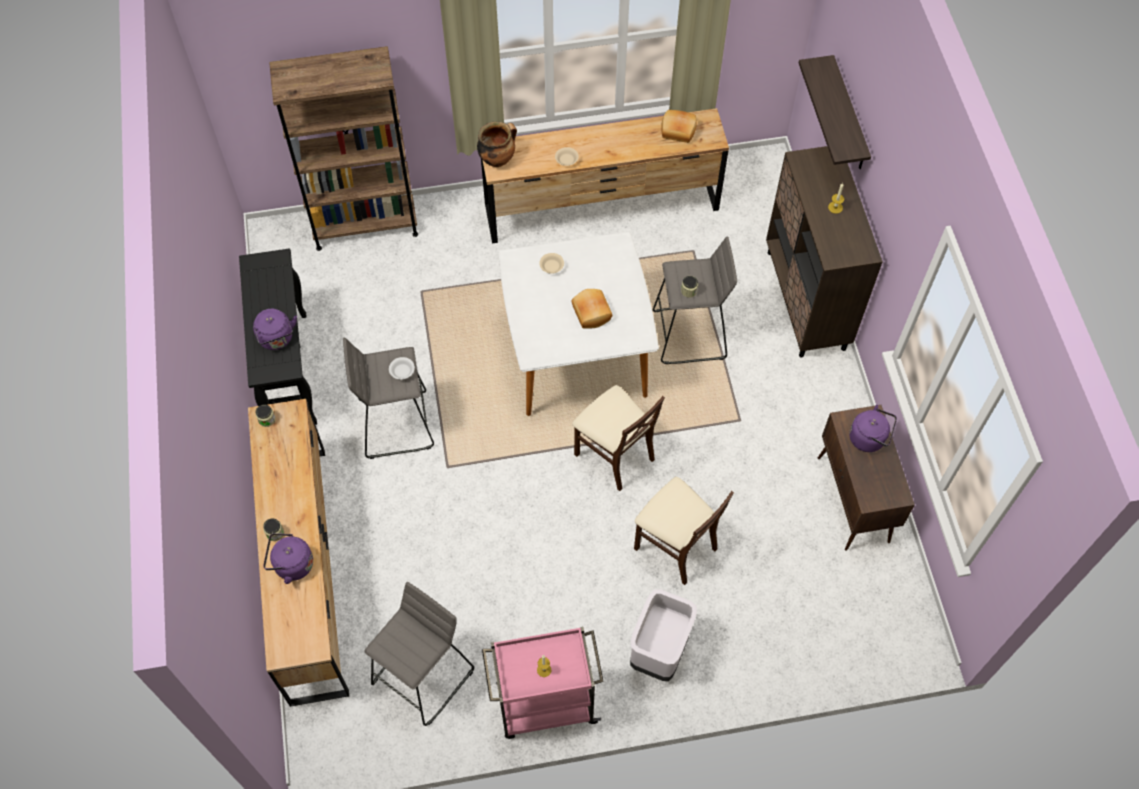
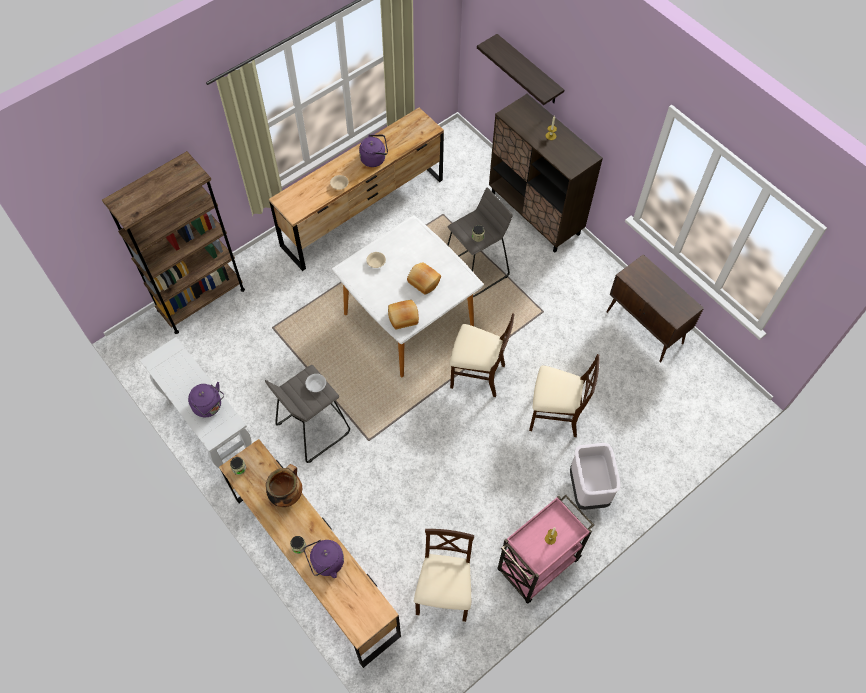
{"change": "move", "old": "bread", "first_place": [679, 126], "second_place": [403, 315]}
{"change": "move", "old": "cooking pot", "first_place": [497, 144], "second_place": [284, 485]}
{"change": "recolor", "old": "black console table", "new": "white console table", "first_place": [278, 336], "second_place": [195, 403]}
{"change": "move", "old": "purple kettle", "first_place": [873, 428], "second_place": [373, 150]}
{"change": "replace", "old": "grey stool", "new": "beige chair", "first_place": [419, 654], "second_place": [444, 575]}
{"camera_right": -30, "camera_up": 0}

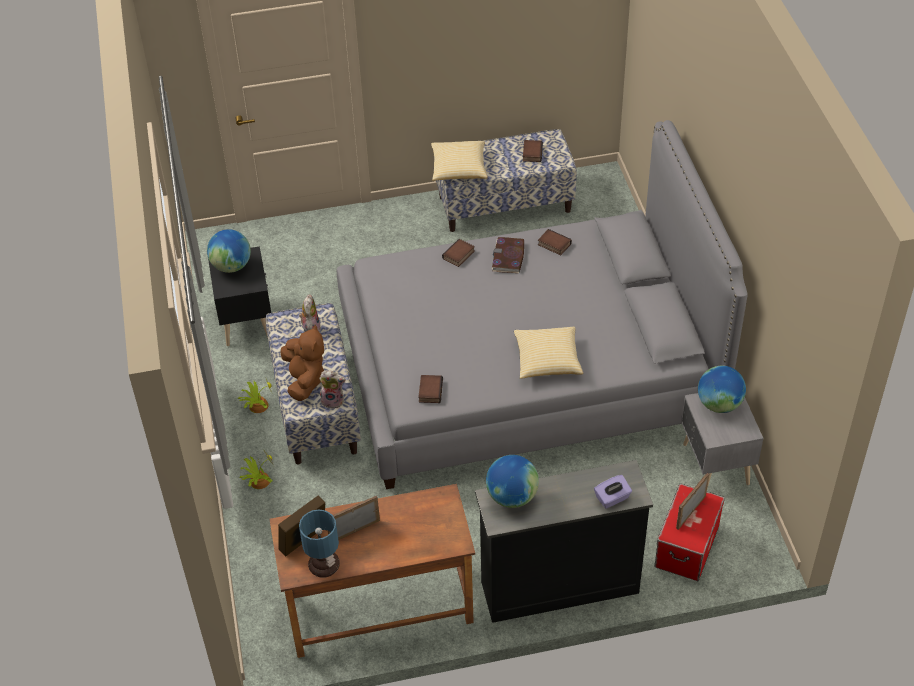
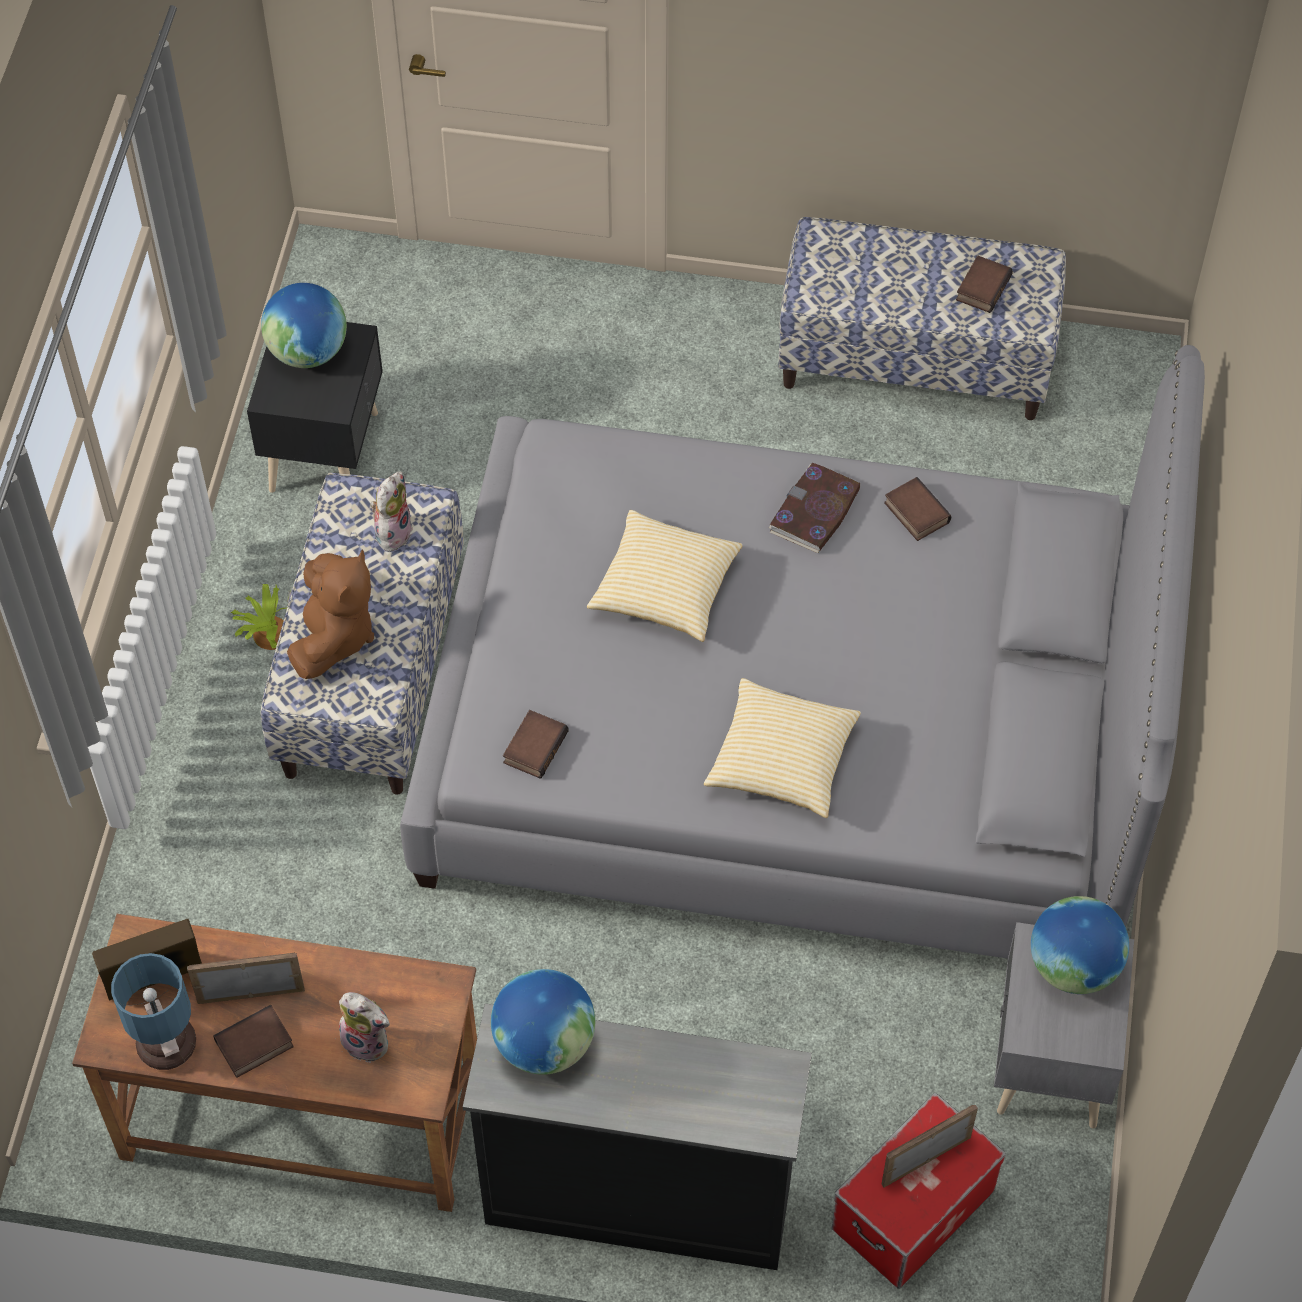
{"change": "move", "old": "pillow", "first_place": [459, 160], "second_place": [664, 576]}
{"change": "move", "old": "book", "first_place": [458, 253], "second_place": [254, 1041]}
{"change": "move", "old": "plush toy", "first_place": [332, 389], "second_place": [364, 1027]}
{"change": "delete", "old": "potted plant", "first_place": [257, 469]}
{"change": "delete", "old": "purple tissue box", "first_place": [613, 492]}
{"camera_right": 20, "camera_up": 10}

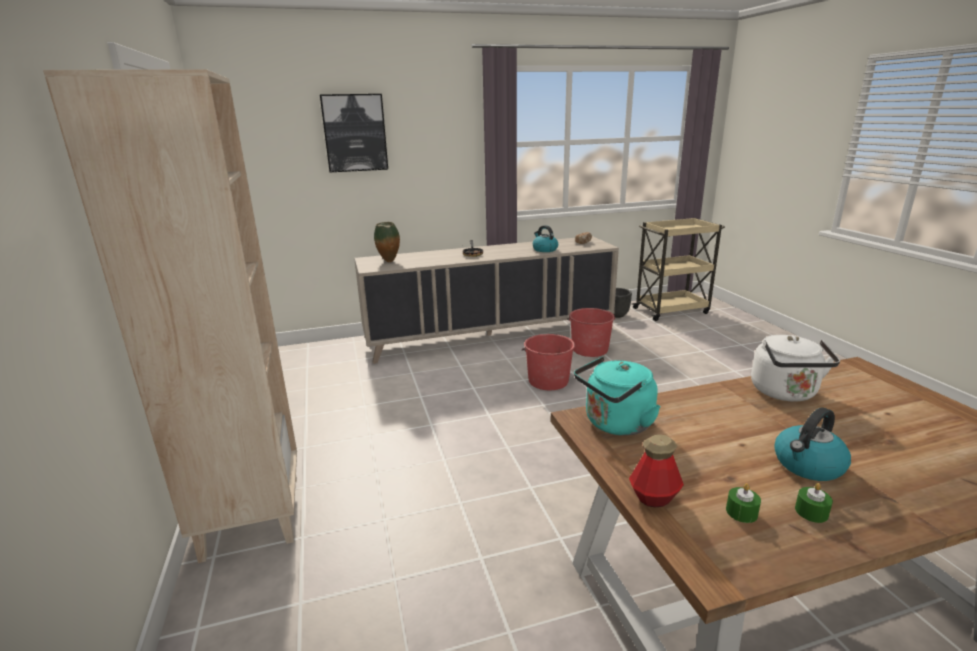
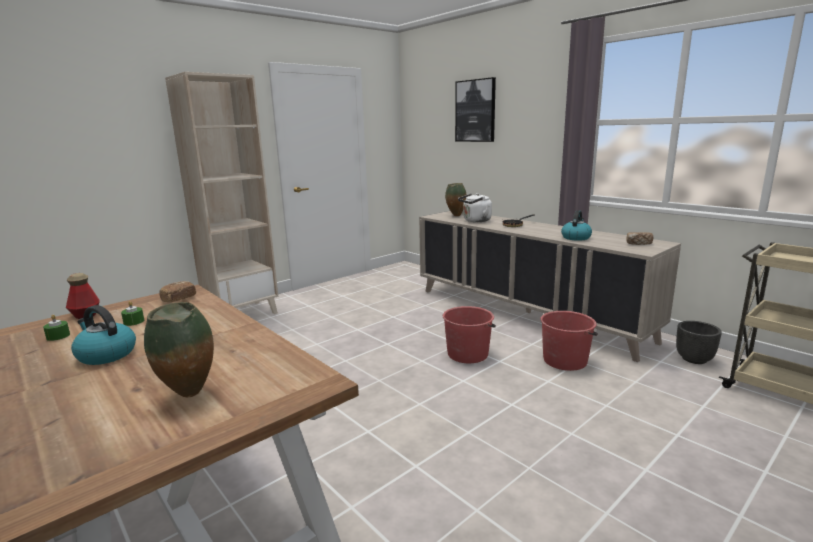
{"change": "move", "old": "white kettle", "first_place": [795, 368], "second_place": [475, 207]}
{"change": "replace", "old": "turquoise kettle", "new": "bread", "first_place": [617, 396], "second_place": [177, 291]}
{"change": "move", "old": "green candle", "first_place": [814, 503], "second_place": [132, 313]}
{"change": "insert", "new": "vase", "second_place": [179, 350]}
{"camera_right": 65, "camera_up": -5}

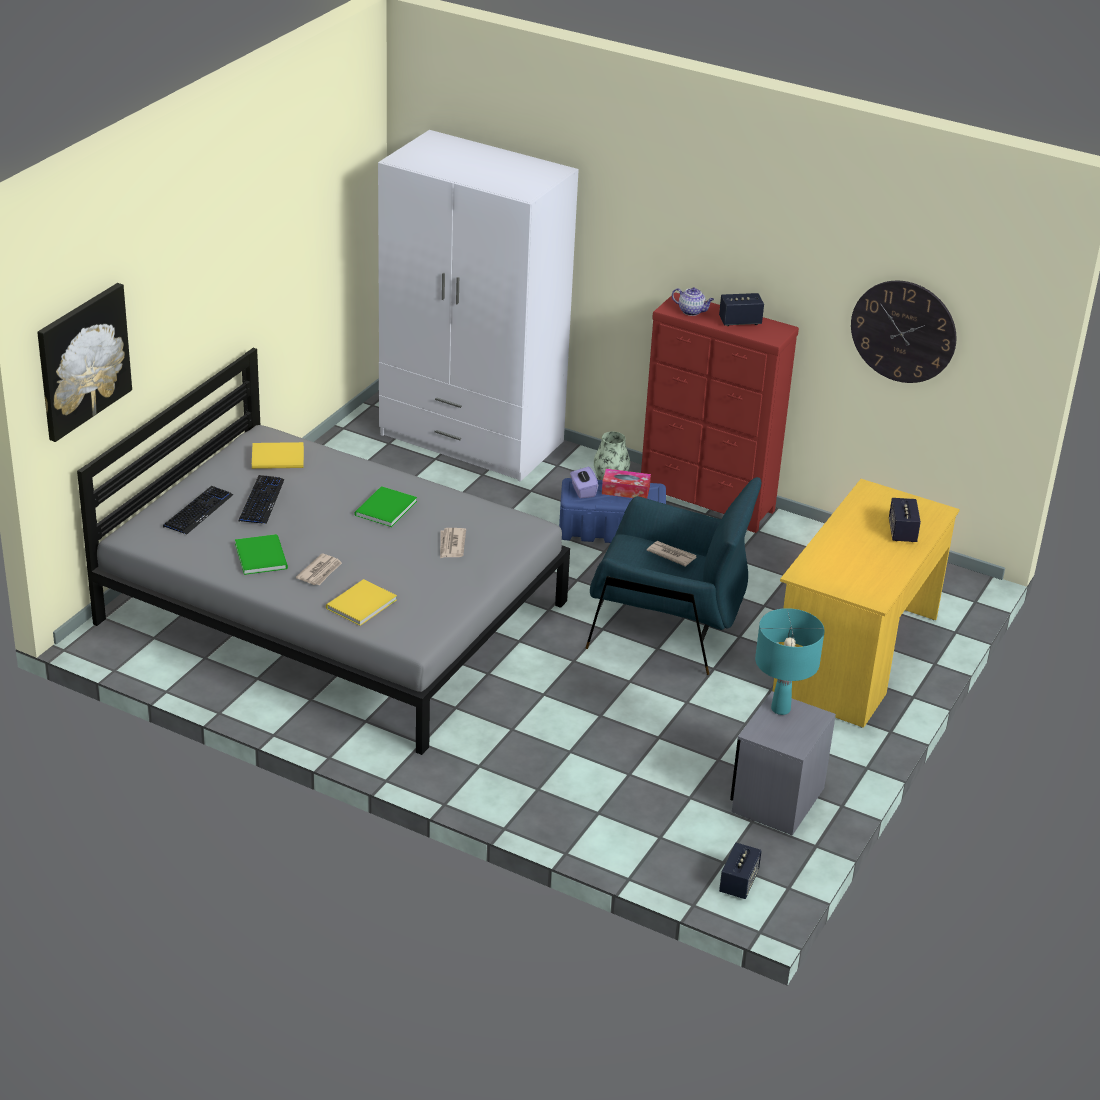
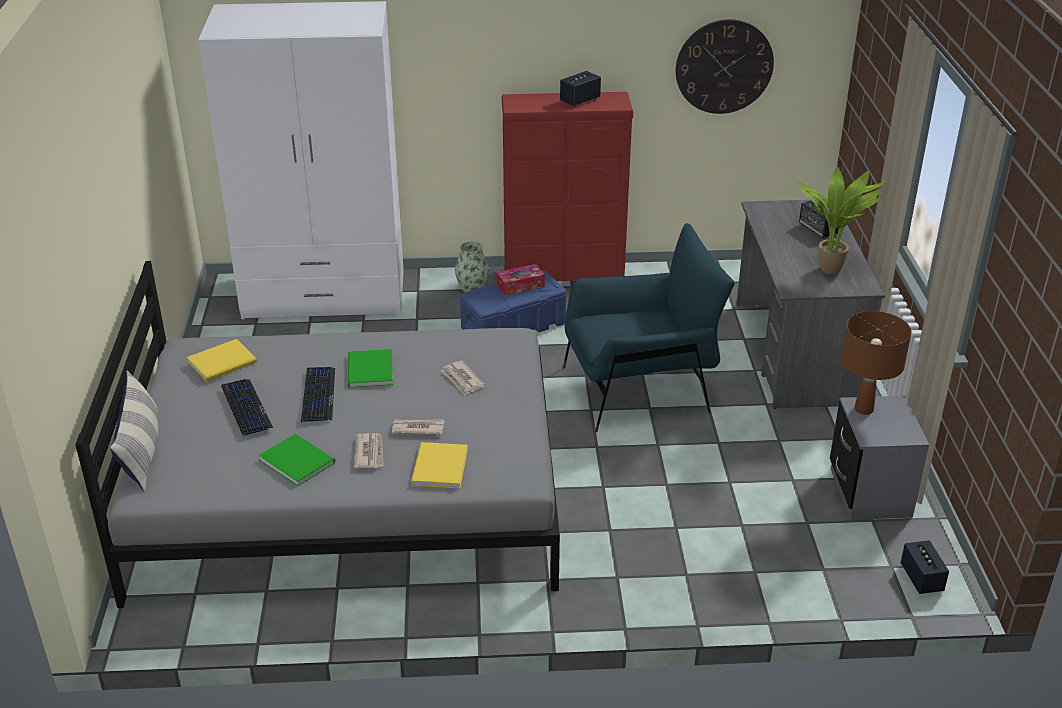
{"change": "delete", "old": "picture", "first_place": [84, 362]}
{"change": "delete", "old": "teapot", "first_place": [693, 302]}
{"change": "delete", "old": "purple tissue box", "first_place": [584, 482]}
{"change": "recolor", "old": "yellow desk", "new": "grey desk", "first_place": [866, 603], "second_place": [810, 304]}
{"change": "move", "old": "keyboard", "first_place": [198, 510], "second_place": [318, 394]}
{"change": "move", "old": "newspaper", "first_place": [672, 554], "second_place": [418, 427]}
{"change": "recolor", "old": "turquoise table lamp", "new": "brown table lamp", "first_place": [790, 661], "second_place": [876, 363]}
{"change": "insert", "new": "potted plant", "second_place": [842, 220]}
{"change": "insert", "new": "pillow", "second_place": [134, 431]}
{"camera_right": -30, "camera_up": 0}

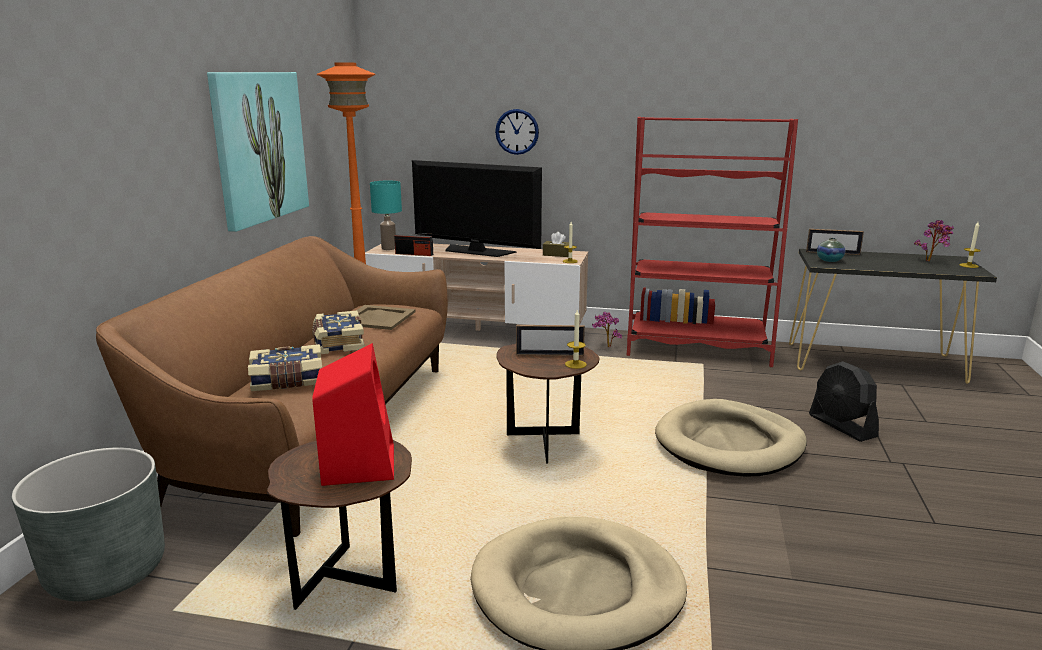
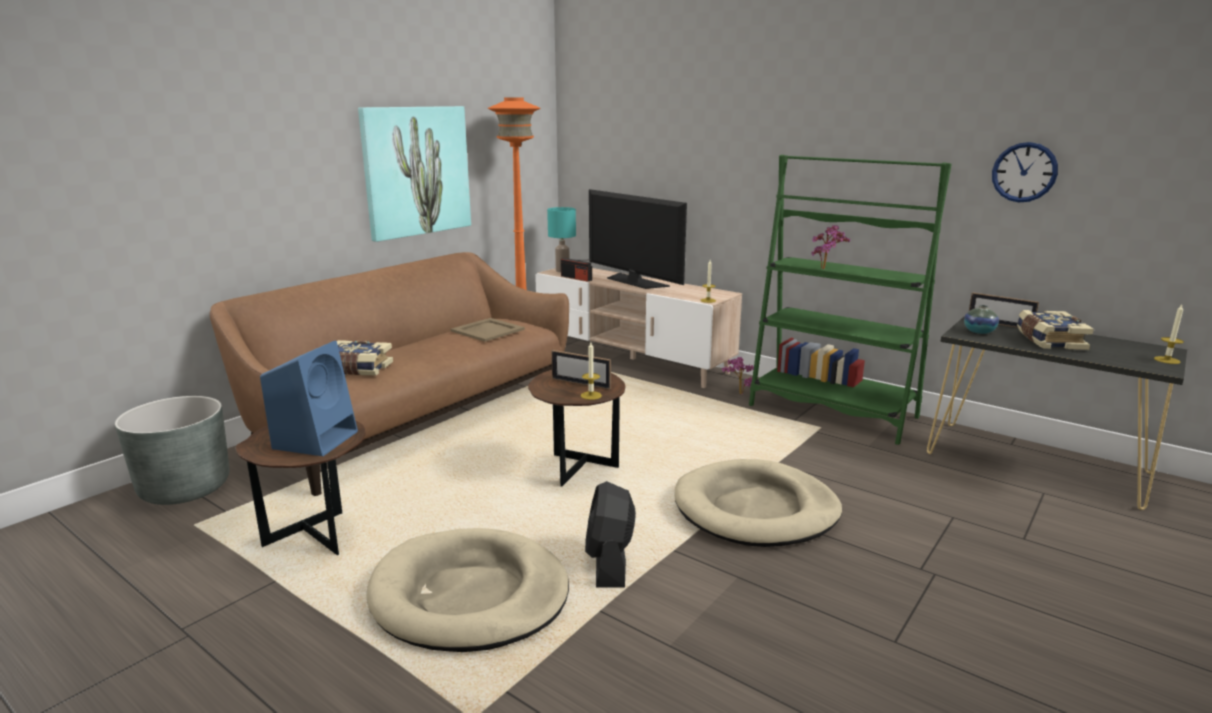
{"change": "move", "old": "wall clock", "first_place": [517, 132], "second_place": [1025, 172]}
{"change": "recolor", "old": "red bookcase", "new": "green bookcase", "first_place": [712, 242], "second_place": [850, 300]}
{"change": "move", "old": "potted plant", "first_place": [934, 240], "second_place": [830, 247]}
{"change": "delete", "old": "brown tissue box", "first_place": [556, 244]}
{"change": "move", "old": "book", "first_place": [338, 332], "second_place": [1055, 330]}
{"change": "recolor", "old": "red speaker", "new": "blue speaker", "first_place": [353, 414], "second_place": [309, 398]}
{"change": "move", "old": "black fan", "first_place": [844, 401], "second_place": [610, 534]}
{"camera_right": 25, "camera_up": 0}

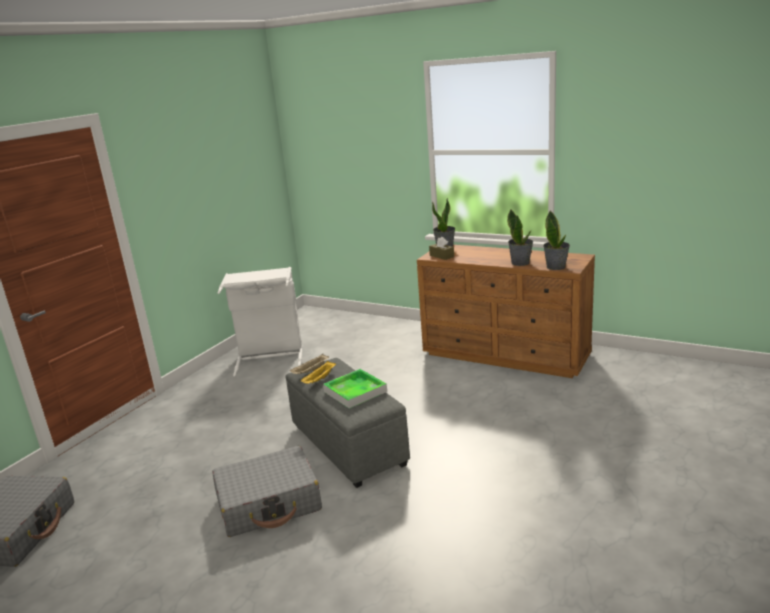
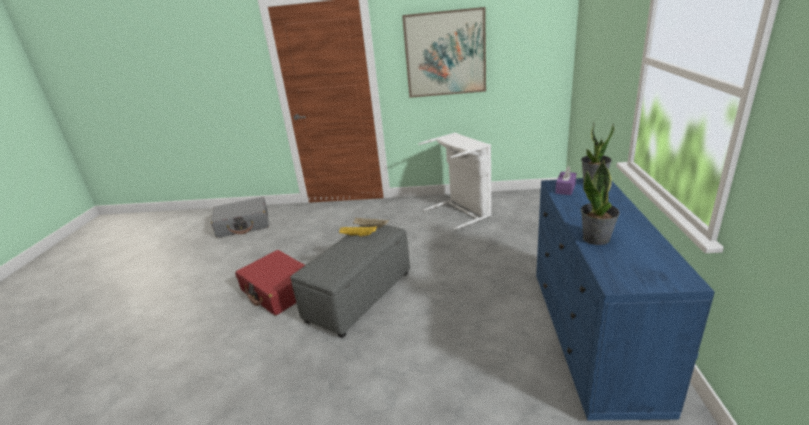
{"change": "delete", "old": "potted plant", "first_place": [556, 240]}
{"change": "recolor", "old": "brown tissue box", "new": "purple tissue box", "first_place": [441, 248], "second_place": [565, 180]}
{"change": "recolor", "old": "brown dresser", "new": "blue dresser", "first_place": [506, 311], "second_place": [625, 299]}
{"change": "delete", "old": "tray", "first_place": [355, 389]}
{"change": "recolor", "old": "grey suitcase", "new": "red suitcase", "first_place": [267, 491], "second_place": [270, 283]}
{"change": "insert", "new": "picture", "second_place": [444, 52]}
{"camera_right": 65, "camera_up": 5}

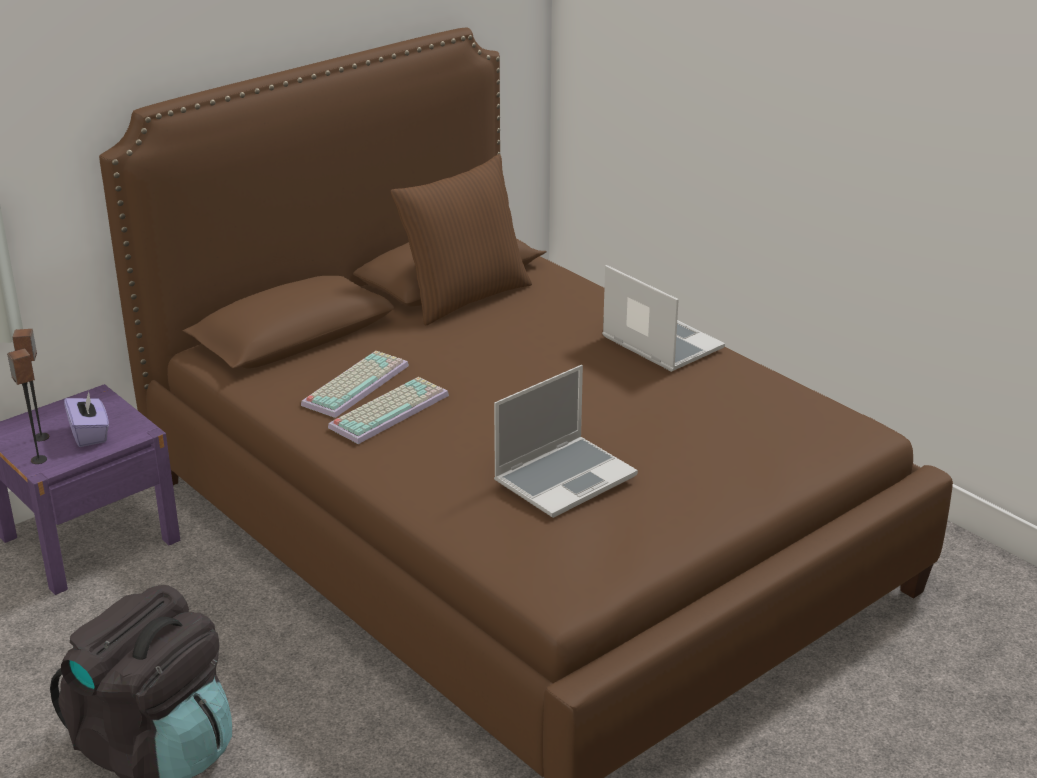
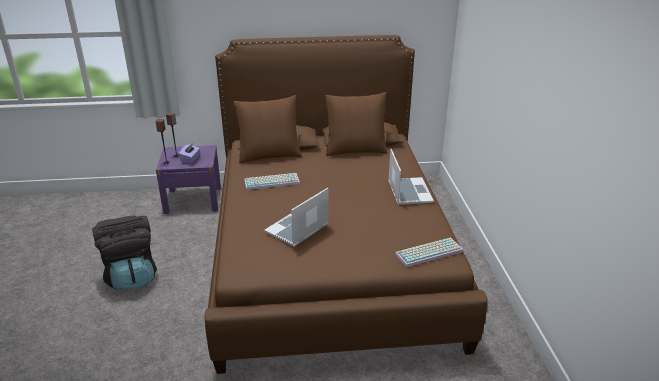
{"change": "move", "old": "keyboard", "first_place": [355, 384], "second_place": [429, 252]}
{"change": "rotate", "old": "laptop", "first_place": [566, 441], "second_place": [296, 217], "degrees": 135}
{"change": "insert", "new": "brown pillow", "second_place": [267, 129]}
{"camera_right": 35, "camera_up": 0}

